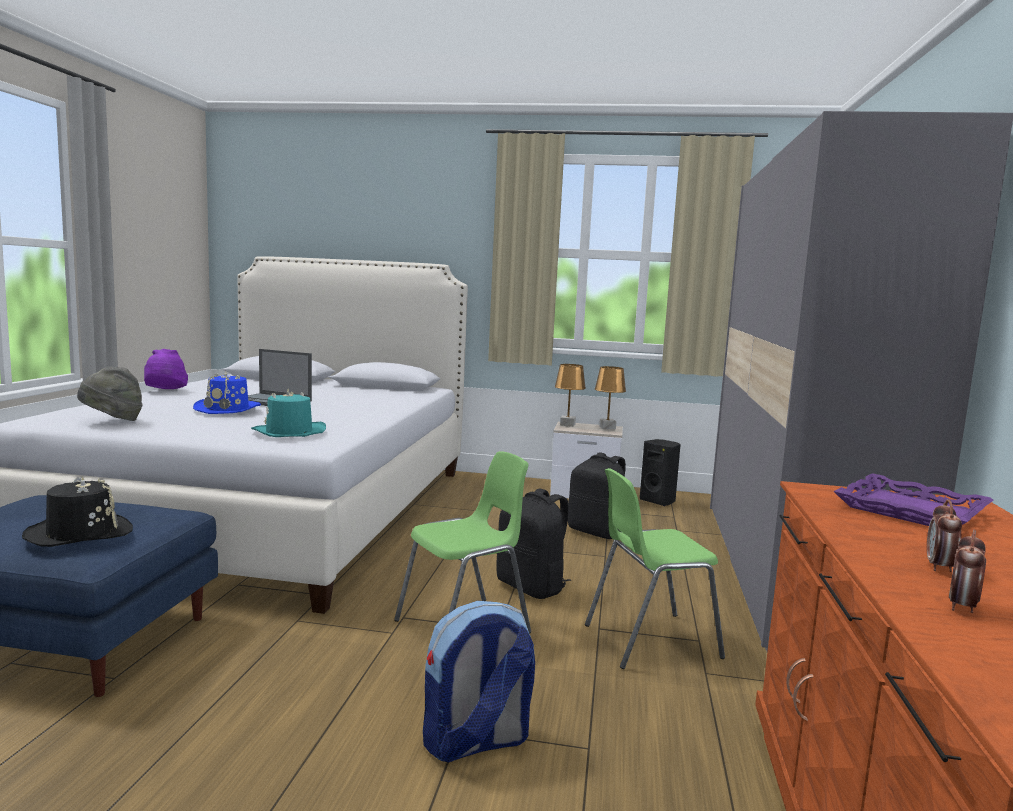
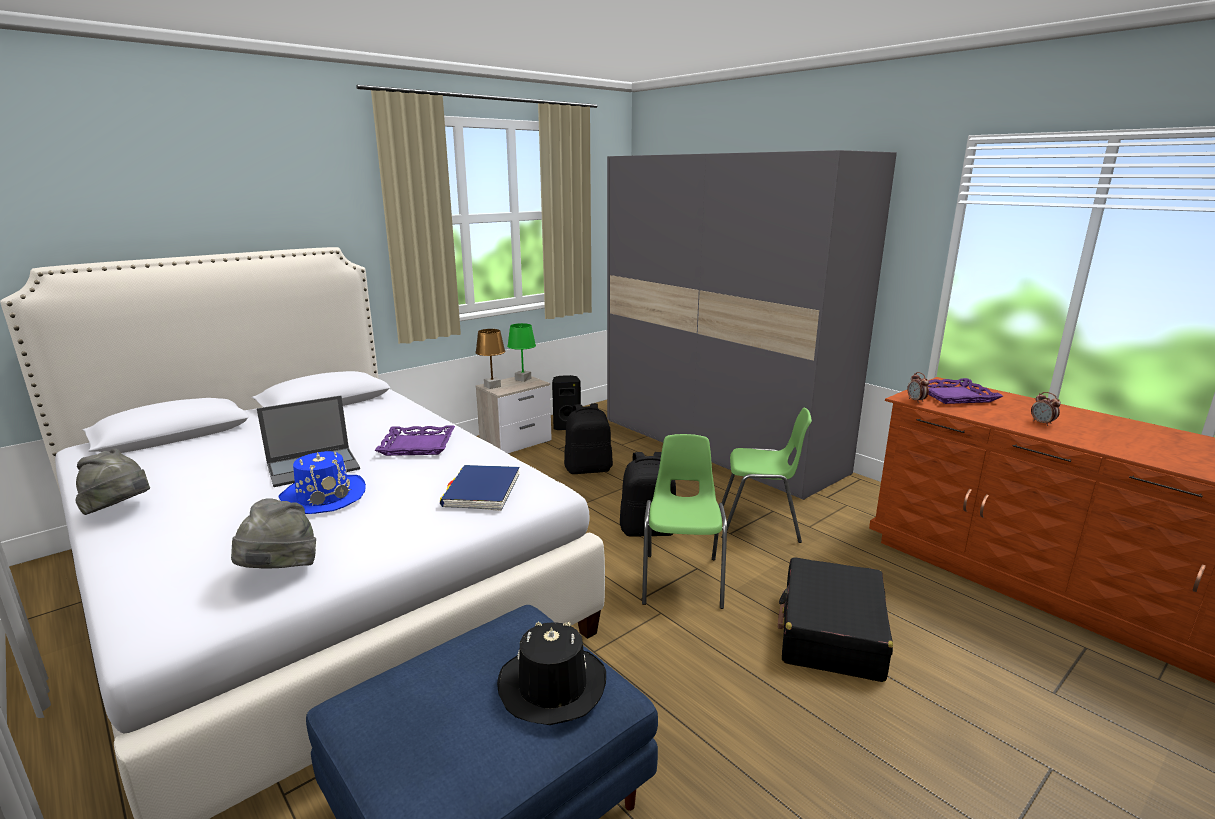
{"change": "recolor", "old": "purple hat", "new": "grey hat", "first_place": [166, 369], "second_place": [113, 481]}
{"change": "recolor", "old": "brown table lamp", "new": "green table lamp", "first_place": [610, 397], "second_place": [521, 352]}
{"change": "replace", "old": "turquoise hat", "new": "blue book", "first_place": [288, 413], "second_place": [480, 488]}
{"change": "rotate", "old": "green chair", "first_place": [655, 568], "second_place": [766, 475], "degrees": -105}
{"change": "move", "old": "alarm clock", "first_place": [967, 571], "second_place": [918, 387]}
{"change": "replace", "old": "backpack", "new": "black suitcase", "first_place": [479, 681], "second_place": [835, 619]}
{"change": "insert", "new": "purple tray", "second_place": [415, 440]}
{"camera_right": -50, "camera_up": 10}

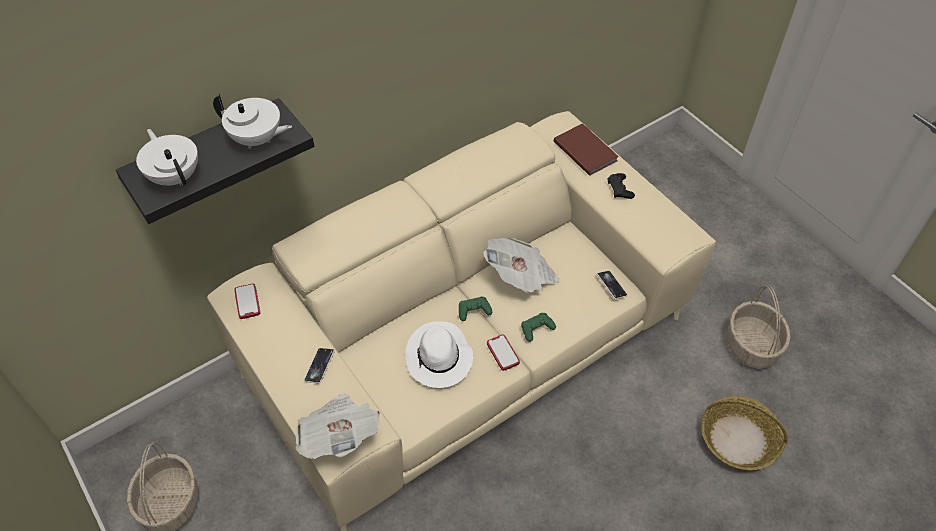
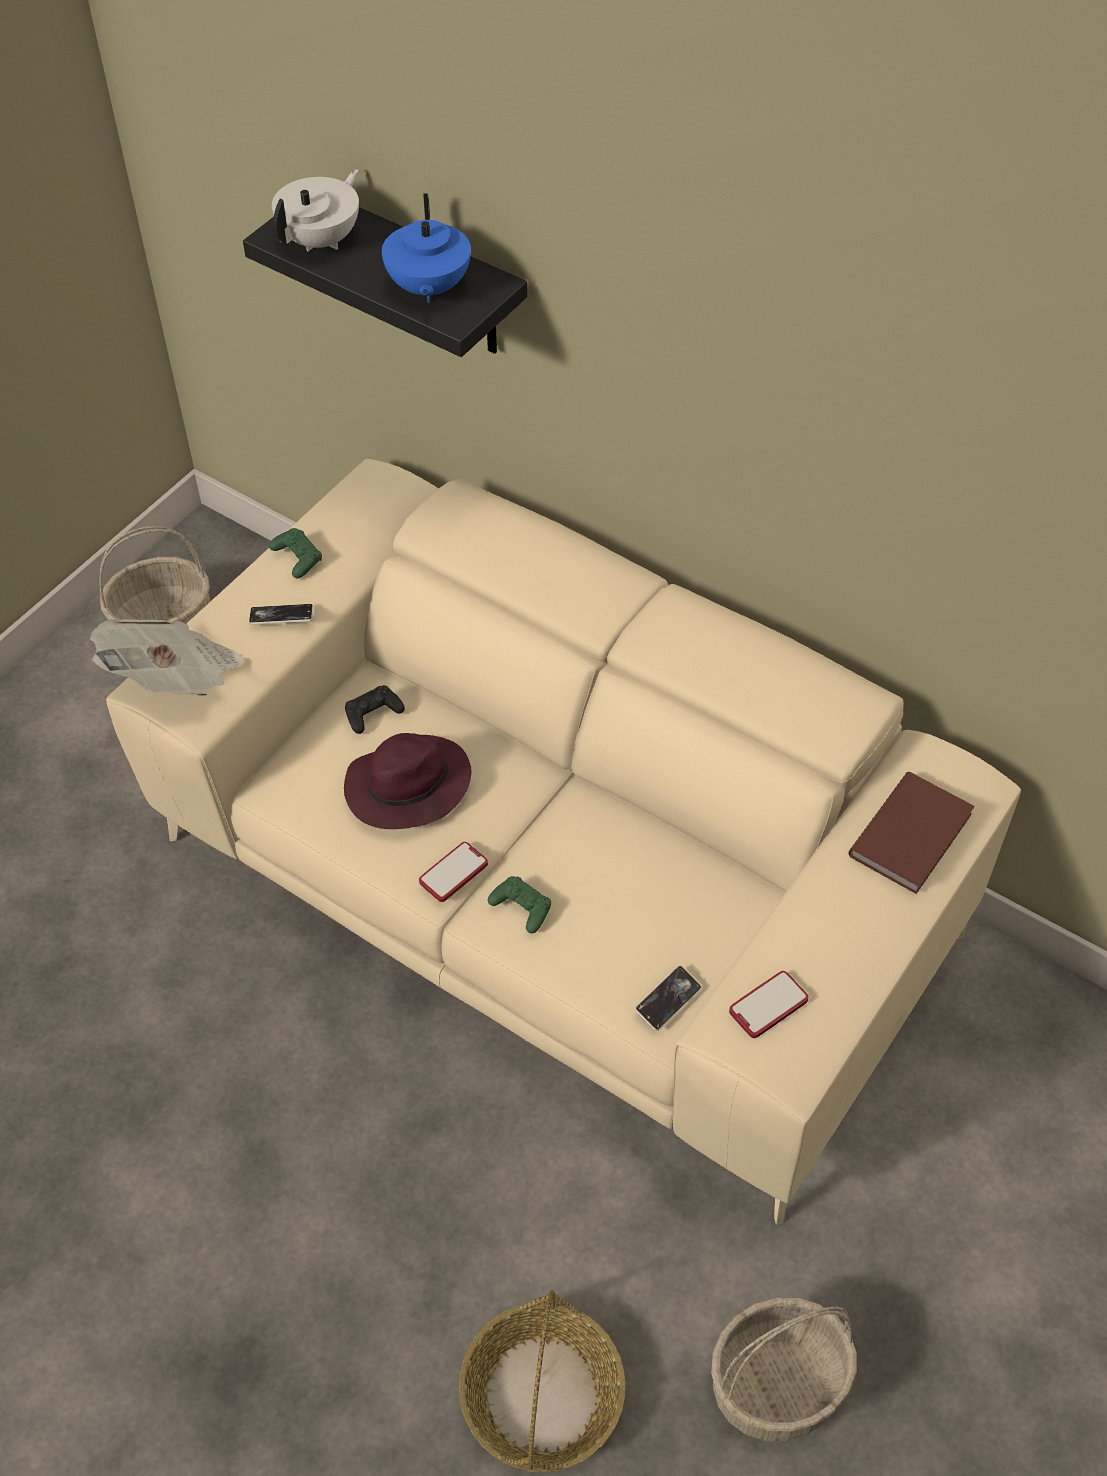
{"change": "recolor", "old": "white teapot", "new": "blue teapot", "first_place": [252, 121], "second_place": [426, 248]}
{"change": "move", "old": "black game controller", "first_place": [621, 186], "second_place": [375, 709]}
{"change": "delete", "old": "newspaper", "first_place": [521, 265]}
{"change": "move", "old": "phone", "first_place": [247, 301], "second_place": [769, 1004]}
{"change": "move", "old": "green game controller", "first_place": [475, 308], "second_place": [295, 553]}
{"change": "recolor", "old": "white hat", "new": "purple hat", "first_place": [439, 354], "second_place": [408, 781]}
{"camera_right": 70, "camera_up": 0}

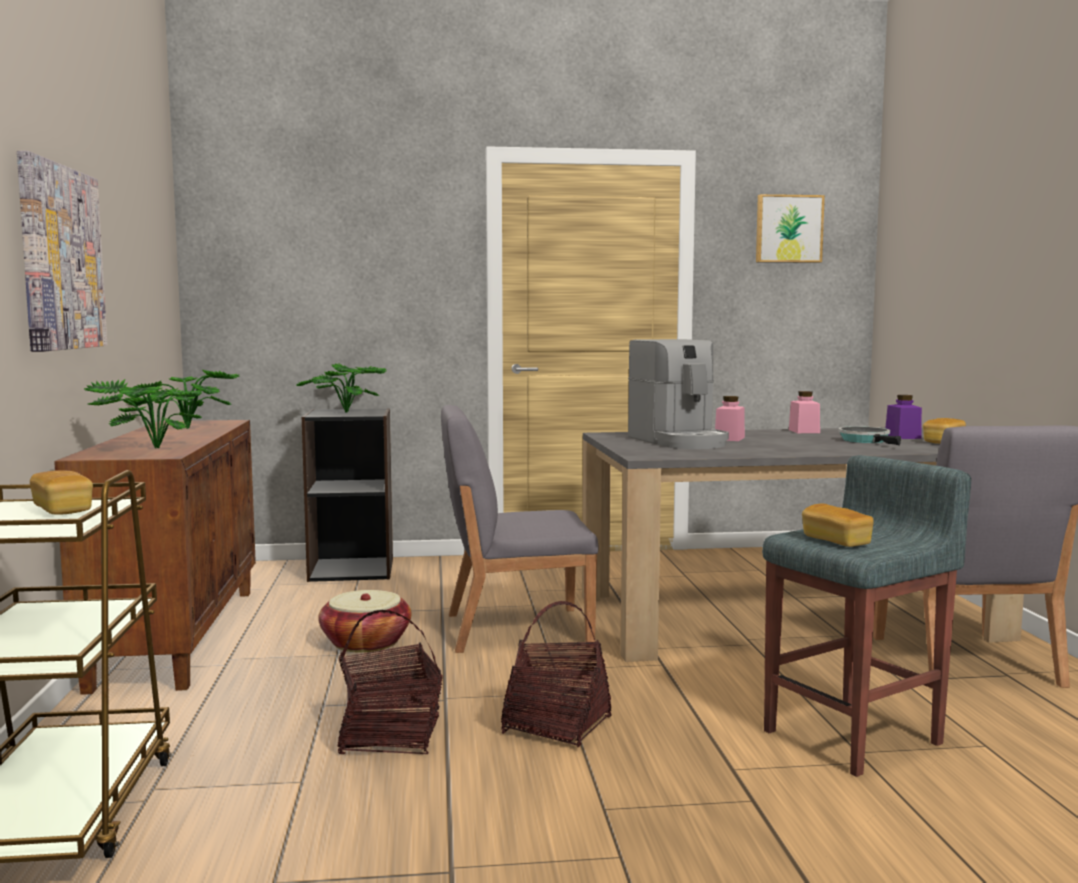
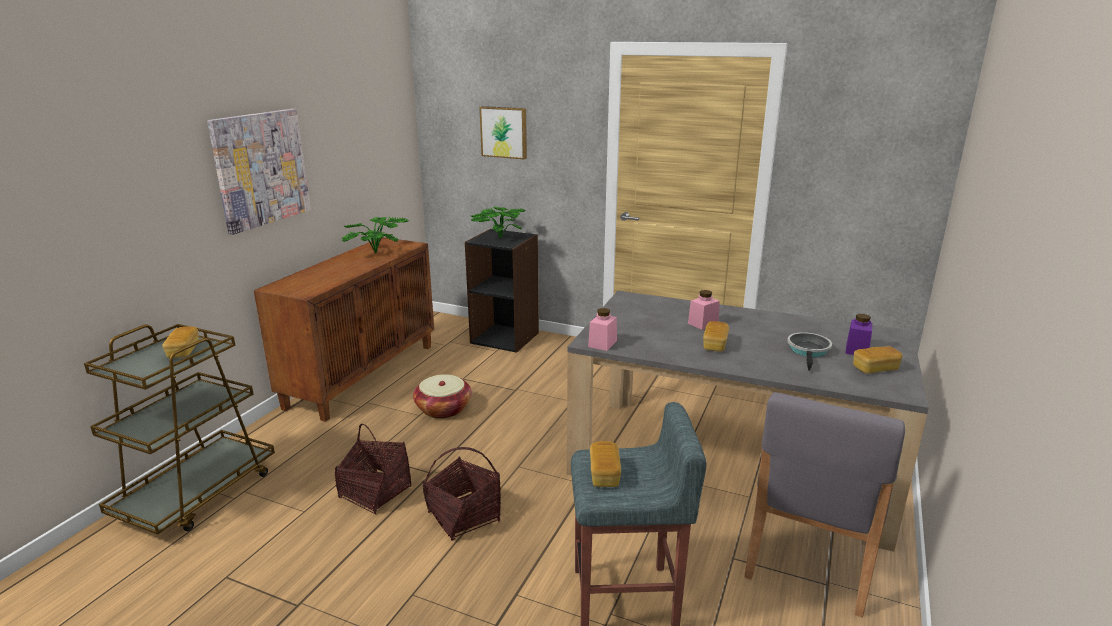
{"change": "move", "old": "picture", "first_place": [790, 228], "second_place": [503, 132]}
{"change": "delete", "old": "coffee machine", "first_place": [678, 394]}
{"change": "delete", "old": "potted plant", "first_place": [143, 413]}
{"change": "move", "old": "pink jar", "first_place": [804, 412], "second_place": [602, 329]}
{"change": "delete", "old": "grey chair", "first_place": [519, 529]}
{"change": "insert", "new": "bread", "second_place": [716, 336]}
{"camera_right": 30, "camera_up": 15}

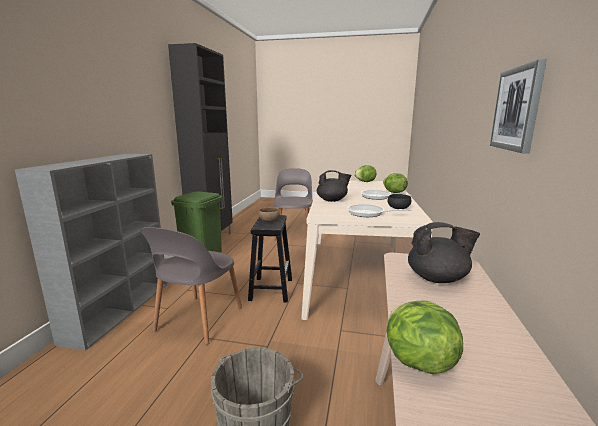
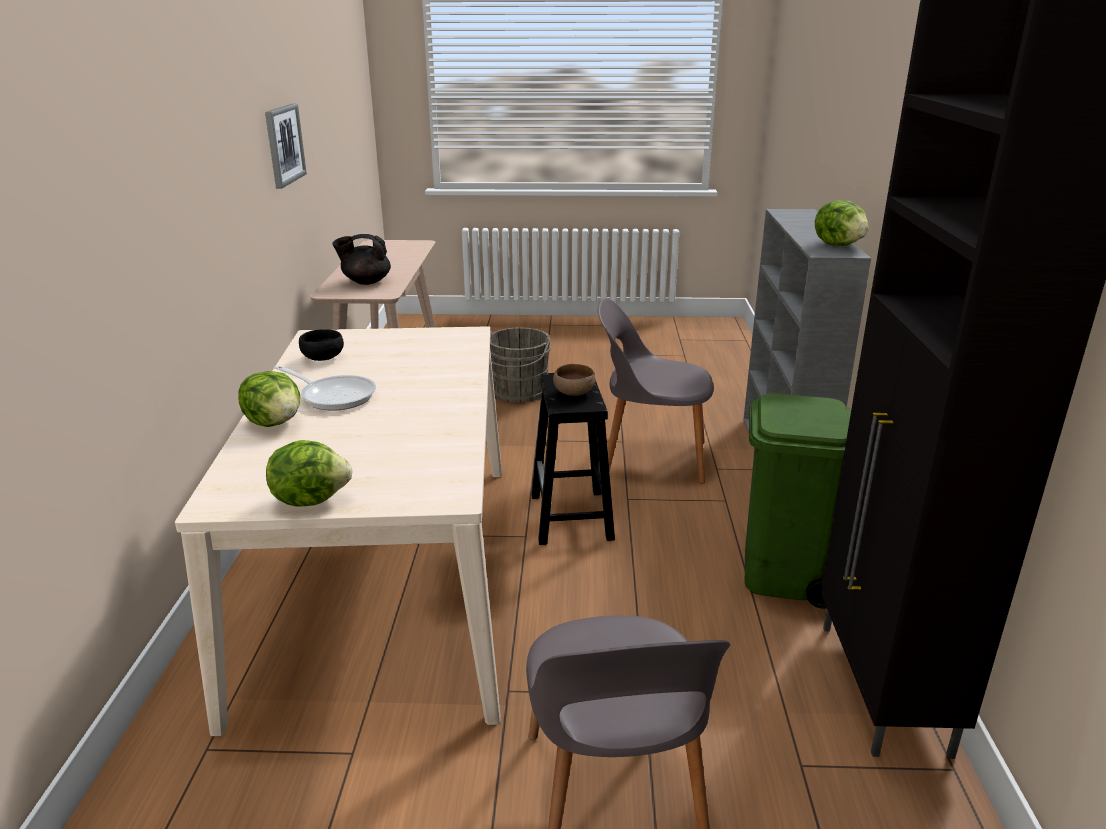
{"change": "delete", "old": "black teapot", "first_place": [334, 186]}
{"change": "delete", "old": "frying pan", "first_place": [379, 210]}
{"change": "rotate", "old": "grey chair", "first_place": [191, 286], "second_place": [656, 391], "degrees": -90}
{"change": "move", "old": "lettuce", "first_place": [425, 337], "second_place": [842, 223]}
{"camera_right": 170, "camera_up": 10}

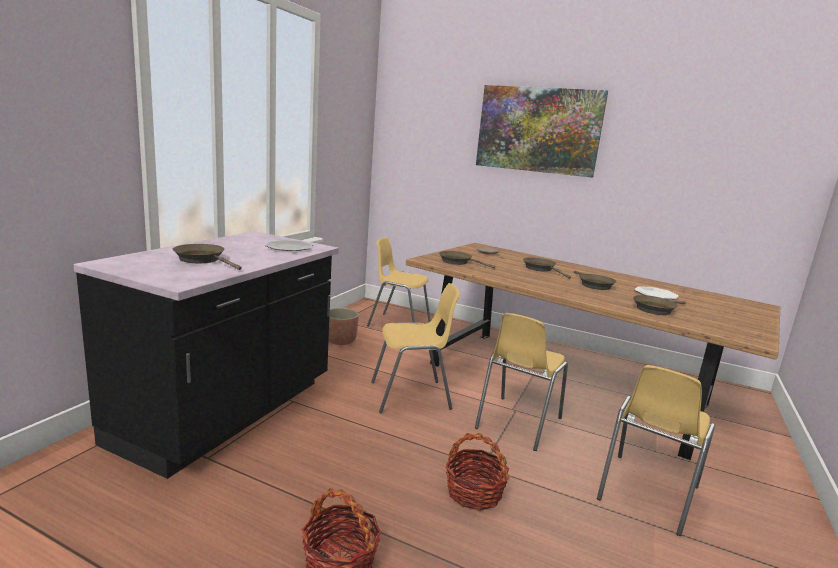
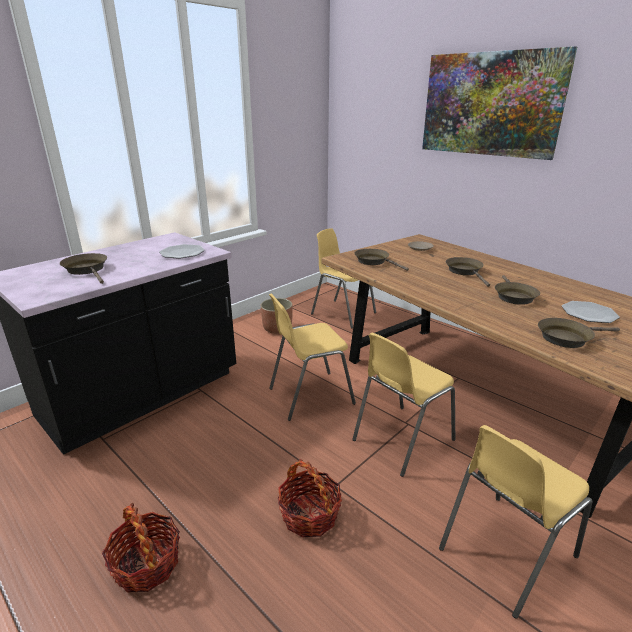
{"change": "rotate", "old": "yellow chair", "first_place": [415, 348], "second_place": [312, 357], "degrees": 150}
{"camera_right": 20, "camera_up": 10}

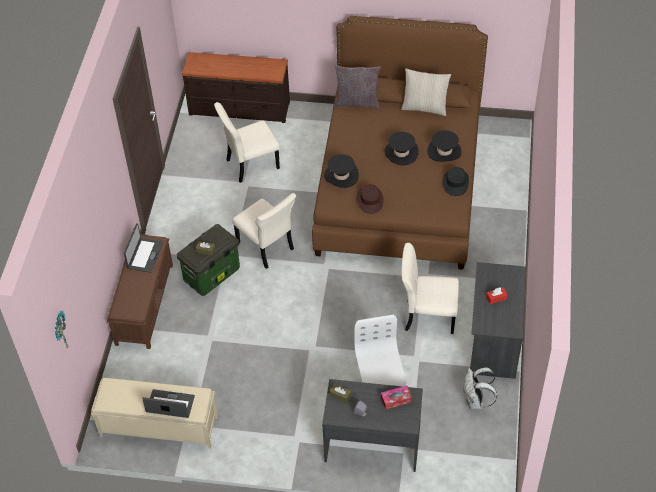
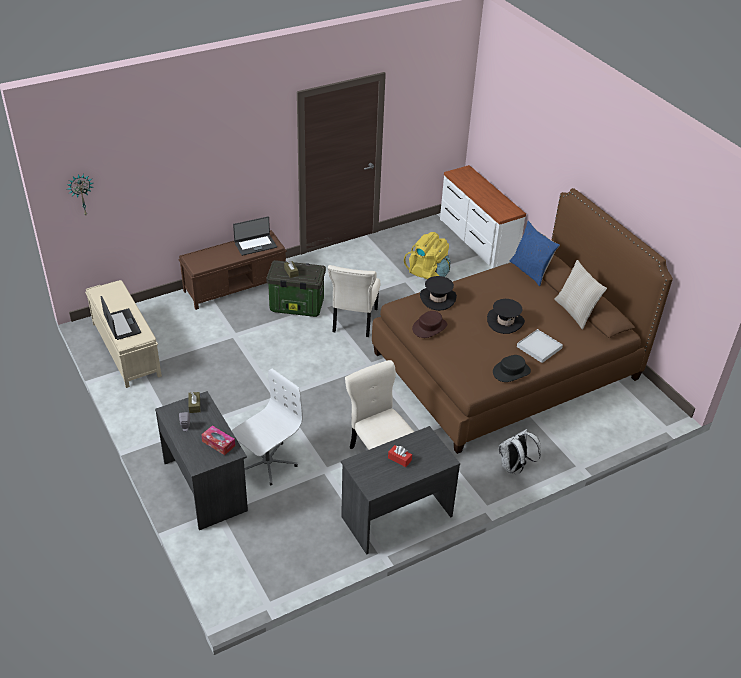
{"change": "recolor", "old": "brown dresser", "new": "white dresser", "first_place": [236, 87], "second_place": [483, 217]}
{"change": "recolor", "old": "grey pillow", "new": "blue pillow", "first_place": [357, 86], "second_place": [535, 253]}
{"change": "replace", "old": "beige chair", "new": "yellow backpack", "first_place": [247, 142], "second_place": [427, 255]}
{"change": "replace", "old": "black hat", "new": "white tray", "first_place": [444, 146], "second_place": [540, 346]}
{"change": "move", "old": "white backpack", "first_place": [480, 388], "second_place": [520, 451]}
{"camera_right": 50, "camera_up": -10}

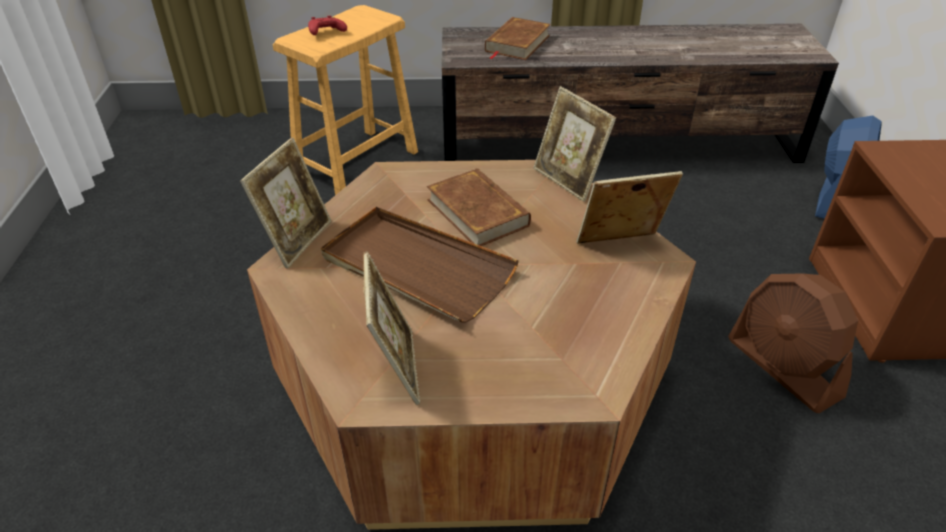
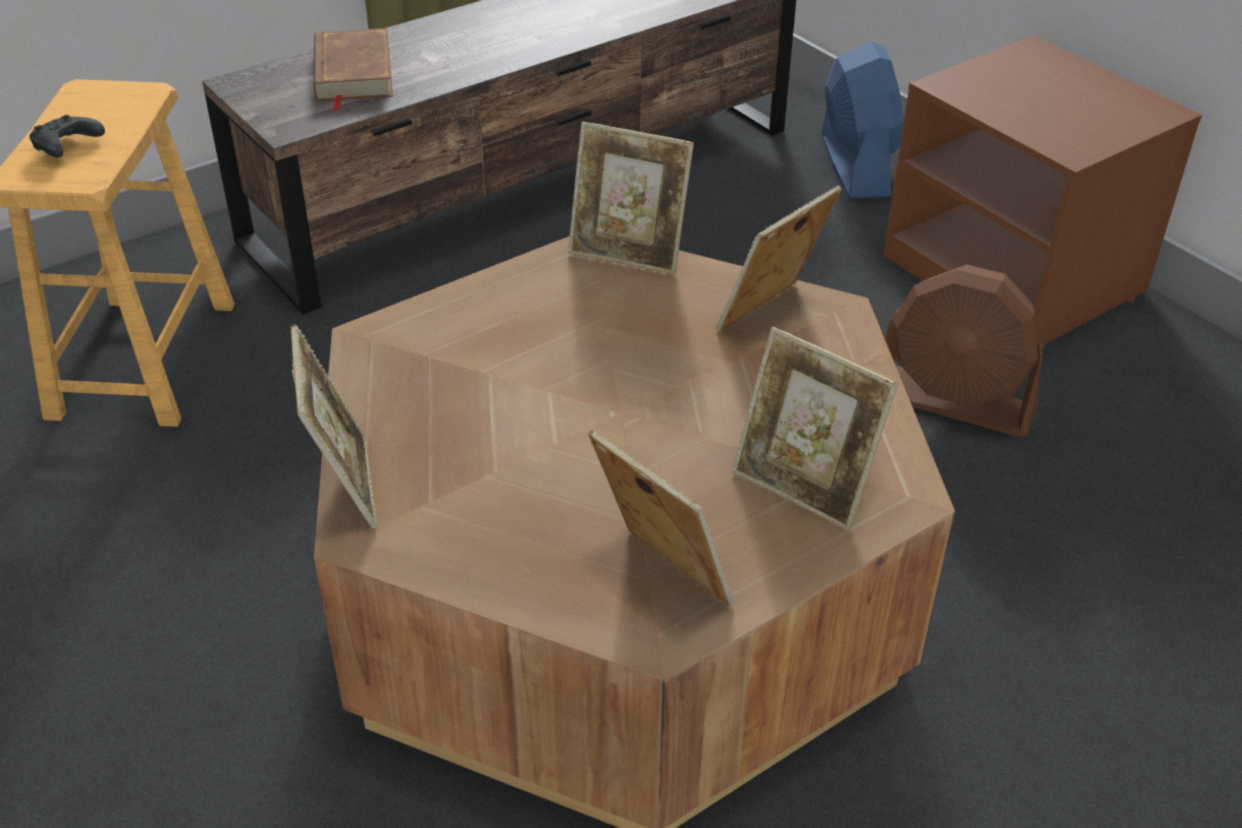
{"change": "recolor", "old": "red game controller", "new": "black game controller", "first_place": [327, 25], "second_place": [67, 136]}
{"change": "delete", "old": "brown book", "first_place": [479, 207]}
{"change": "delete", "old": "brown tray", "first_place": [420, 265]}
{"change": "insert", "new": "picture frame", "second_place": [815, 429]}
{"camera_right": -35, "camera_up": 0}

